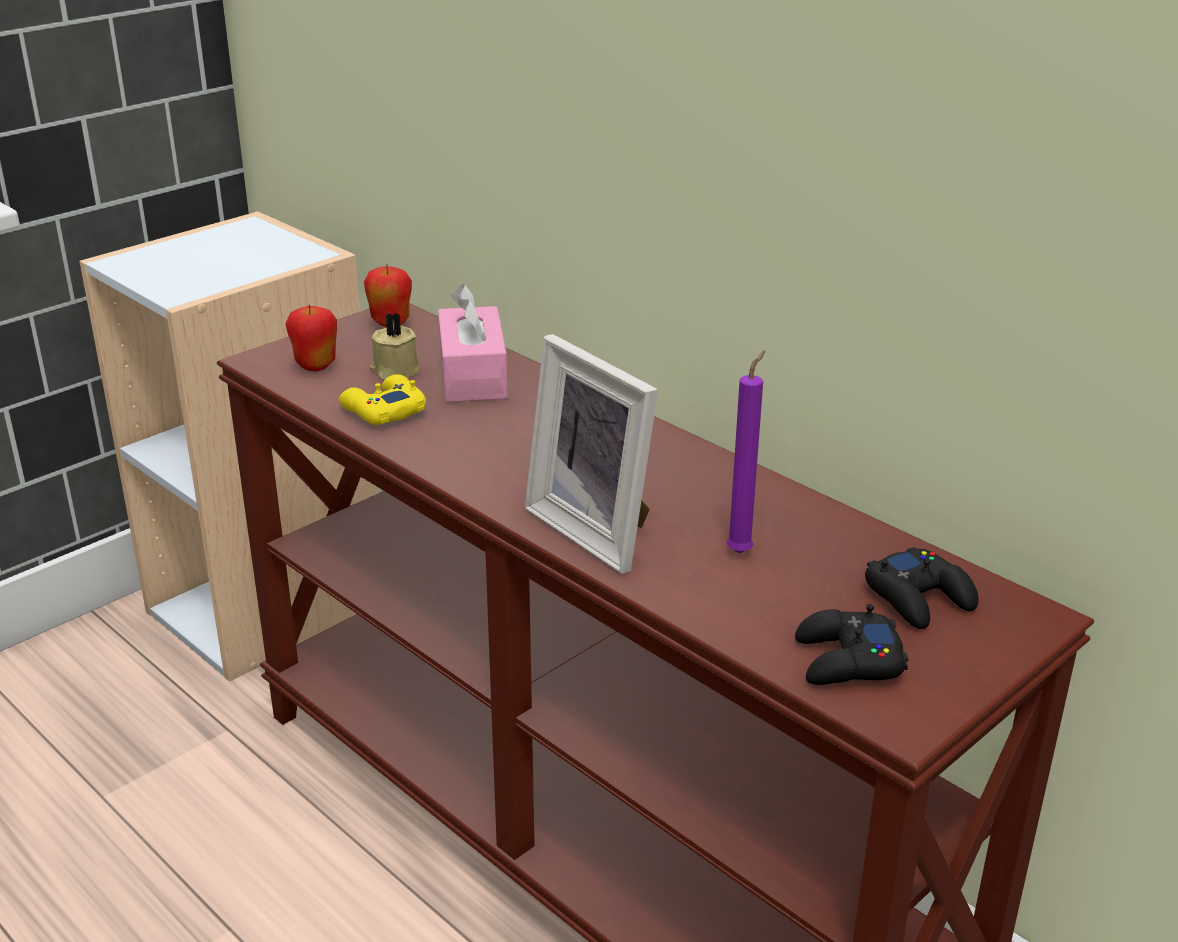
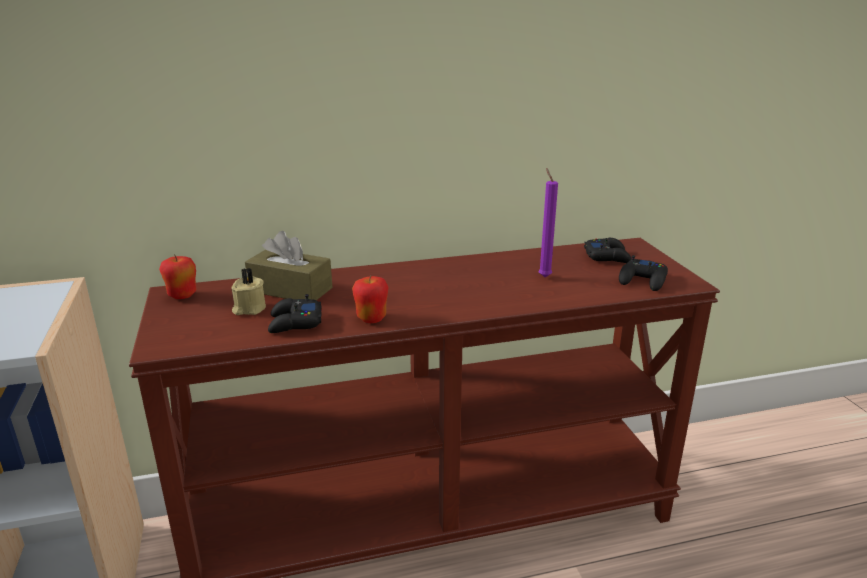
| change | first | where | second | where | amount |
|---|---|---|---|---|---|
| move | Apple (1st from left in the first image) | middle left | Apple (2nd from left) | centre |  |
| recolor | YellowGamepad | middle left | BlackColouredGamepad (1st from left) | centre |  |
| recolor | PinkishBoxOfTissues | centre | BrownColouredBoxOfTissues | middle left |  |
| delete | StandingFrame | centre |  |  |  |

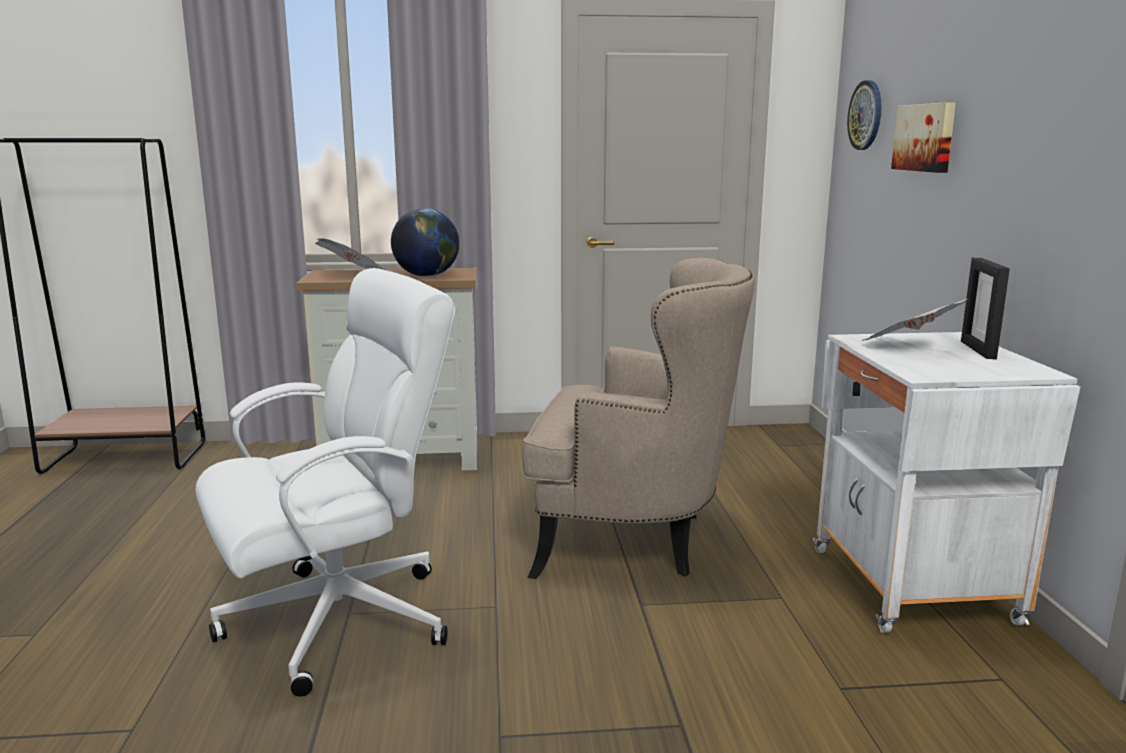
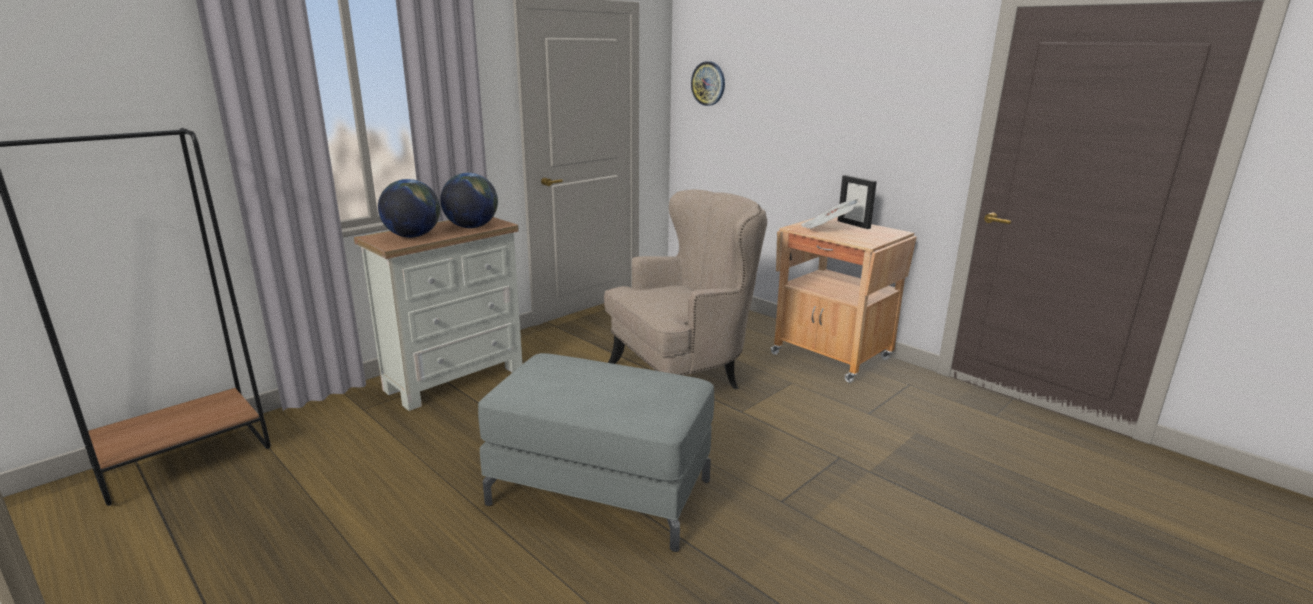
| change | first | where | second | where | amount |
|---|---|---|---|---|---|
| replace | WhiteColouredOfficeChair | middle left | GreyishOttoman | bottom centre |  |
| replace | Newspaper (1st from left) | middle left | WorldGlobe (1st from left) | middle left |  |
| recolor | WhiteColouredWheeledCart | middle right | BrownColouredWheeledCart | centre |  |
| delete | WallArt | top right |  |  |  |

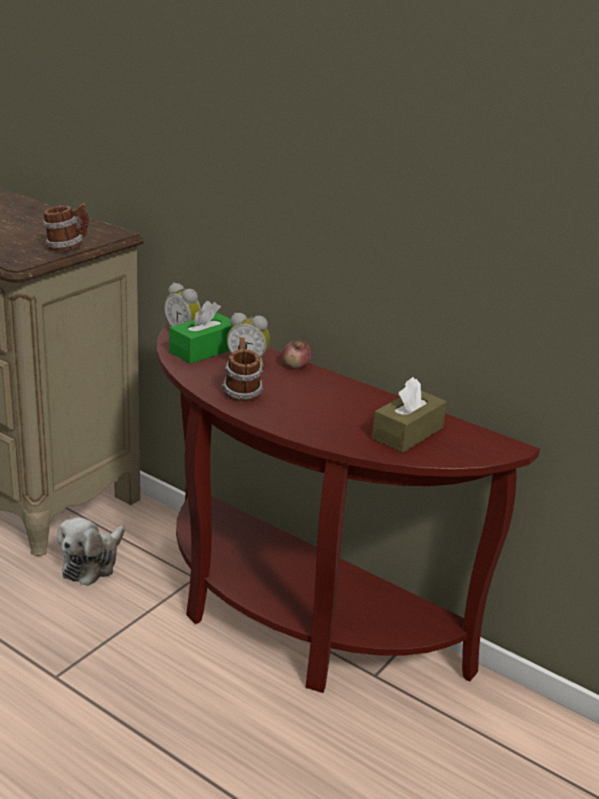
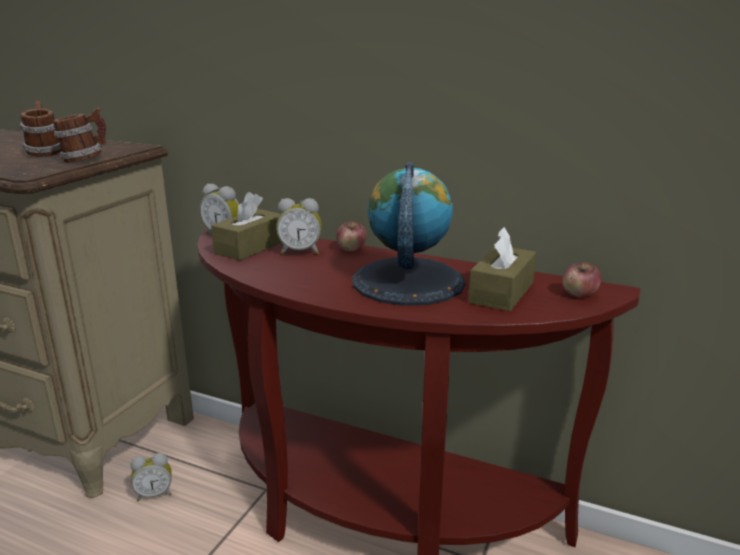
| change | first | where | second | where | amount |
|---|---|---|---|---|---|
| replace | PlushToy | bottom left | TableClock (1st from left) | bottom left |  |
| recolor | GreenColouredBoxOfTissues | centre | BrownColouredBoxOfTissues (1st from left) | middle left |  |
| move | CoffeeMug (2nd from left in the first image) | centre | CoffeeMug (1st from left) | top left |  |
| insert |  |  | WorldGlobe | centre |  |
| insert |  |  | Apple (2nd from left) | middle right |  |

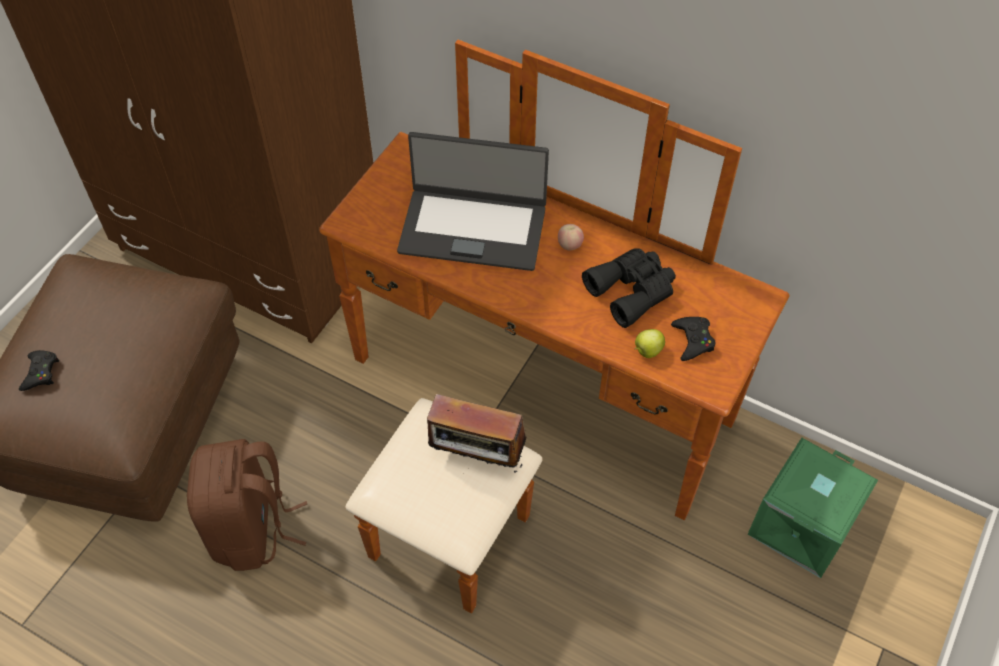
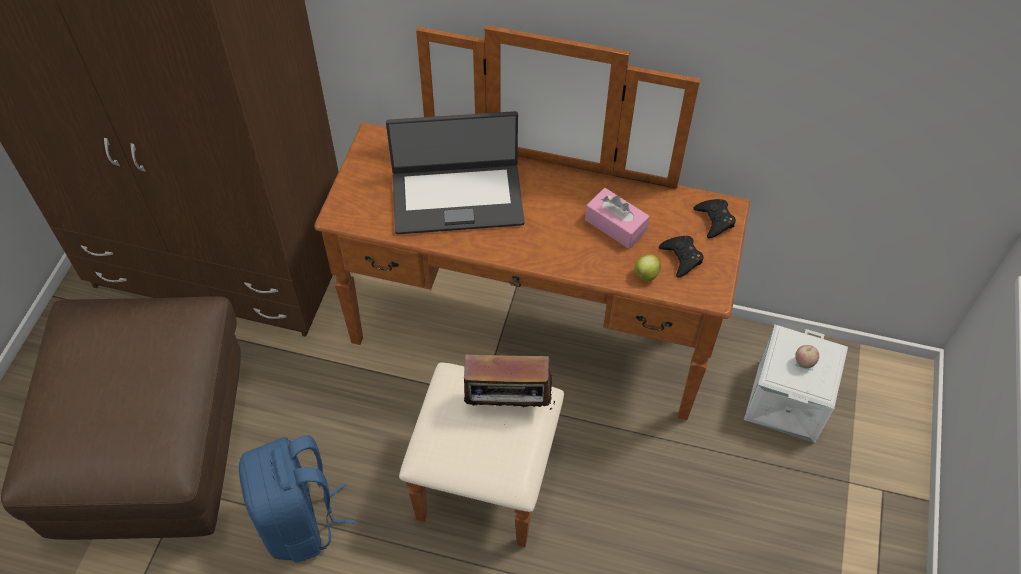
| change | first | where | second | where | amount |
|---|---|---|---|---|---|
| move | BlackColouredGamepad (1st from left in the first image) | middle left | BlackColouredGamepad (2nd from left) | middle right |  |
| recolor | BrownColouredKnapsack | bottom left | BlueColouredKnapsack | bottom left |  |
| move | Apple (1st from left in the first image) | centre | Apple (2nd from left) | middle right |  |
| replace | BlackColouredBinoculars | centre | PinkishBoxOfTissues | centre |  |
| recolor | GreenColouredStorageContainer | bottom right | WhiteColouredStorageContainer | bottom right |  |

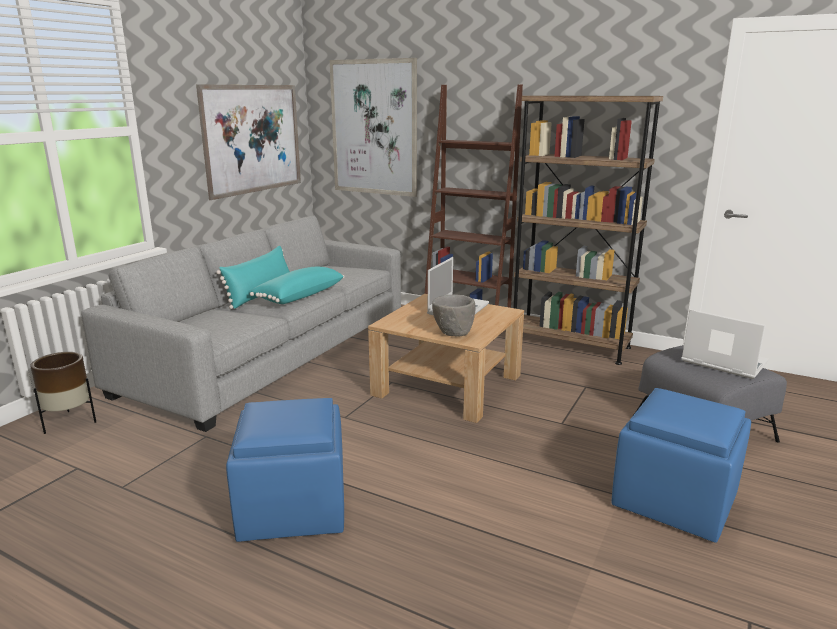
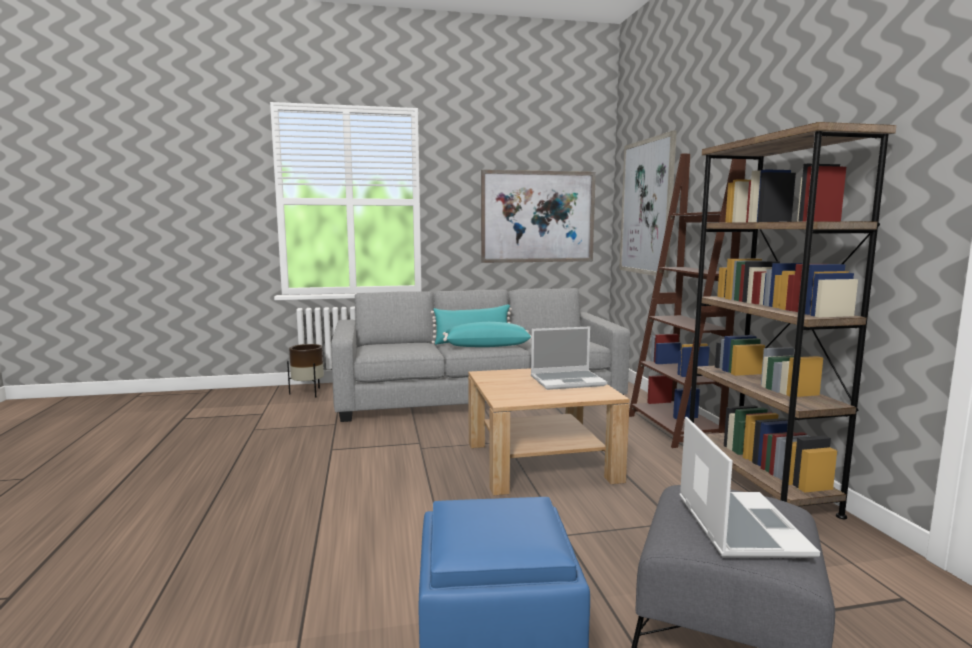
| change | first | where | second | where | amount |
|---|---|---|---|---|---|
| delete | BlueColouredOttoman (1st from left) | bottom centre |  |  |  |
| delete | GreyishDeepDish | centre |  |  |  |

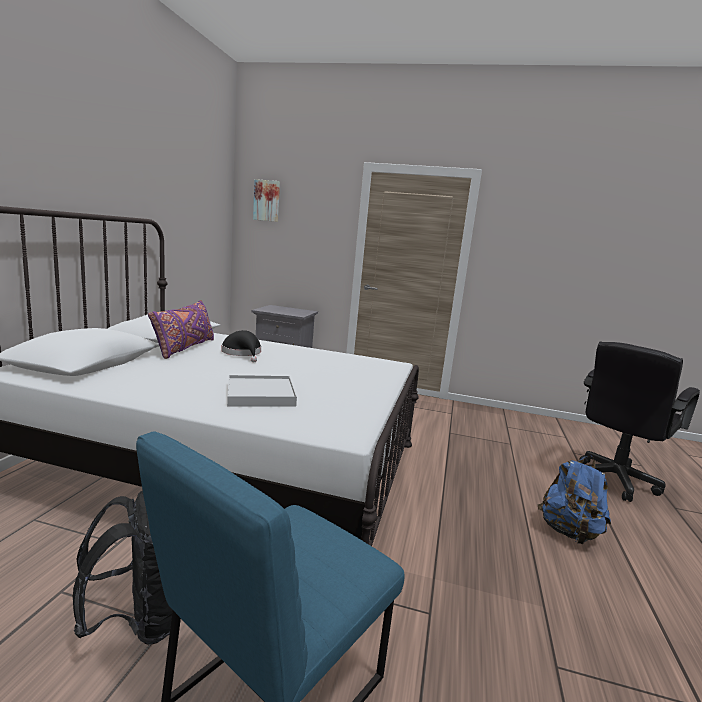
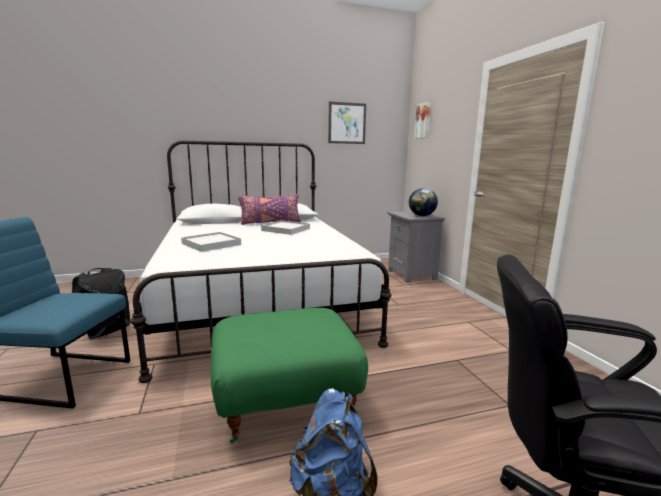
| change | first | where | second | where | amount |
|---|---|---|---|---|---|
| replace | BlackColouredClothingHat | centre | WhiteColouredCarryingTray (2nd from left) | centre |  |
| insert |  |  | GreenColouredOttoman | bottom centre |  |
| insert |  |  | WallArt (1st from left) | top centre |  |
| insert |  |  | WorldGlobe | centre |  |

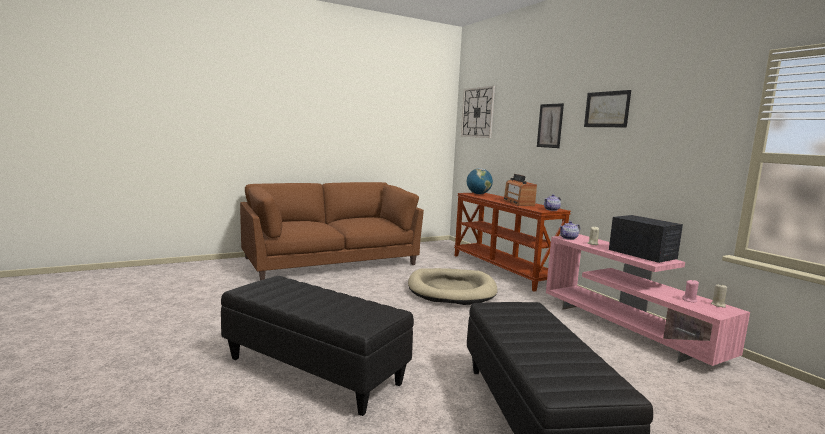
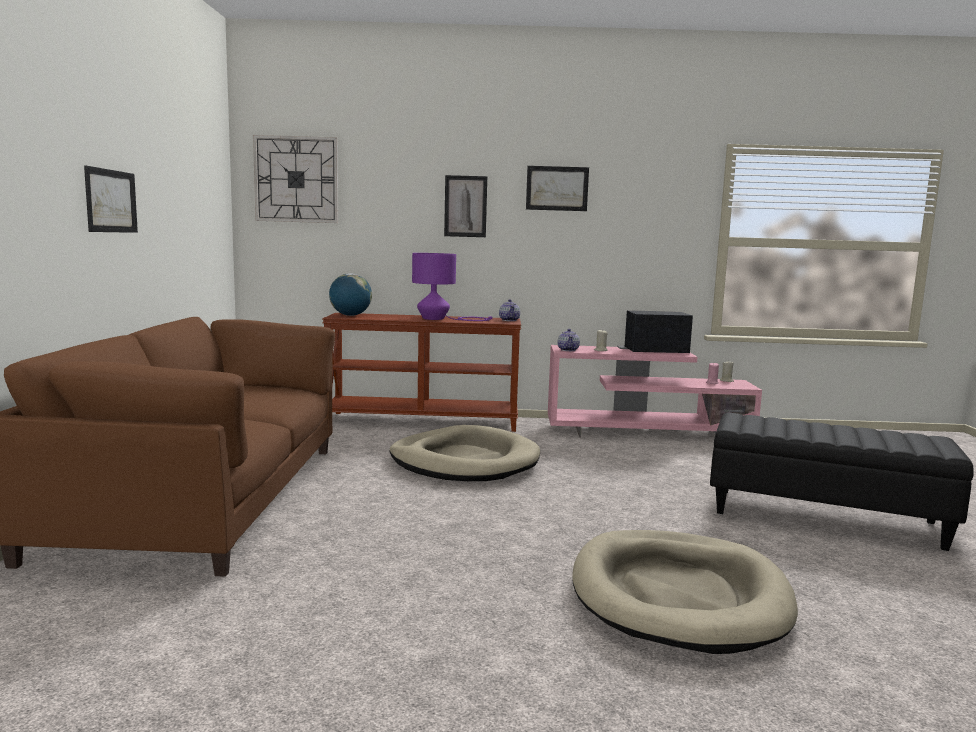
| change | first | where | second | where | amount |
|---|---|---|---|---|---|
| replace | BlackColouredOttoman (1st from left) | bottom centre | BeigePetBed (2nd from left) | bottom right |  |
| replace | Radio (1st from left) | centre | PurplishTableLamp | centre |  |
| insert |  |  | WallArt (1st from left) | top left |  |

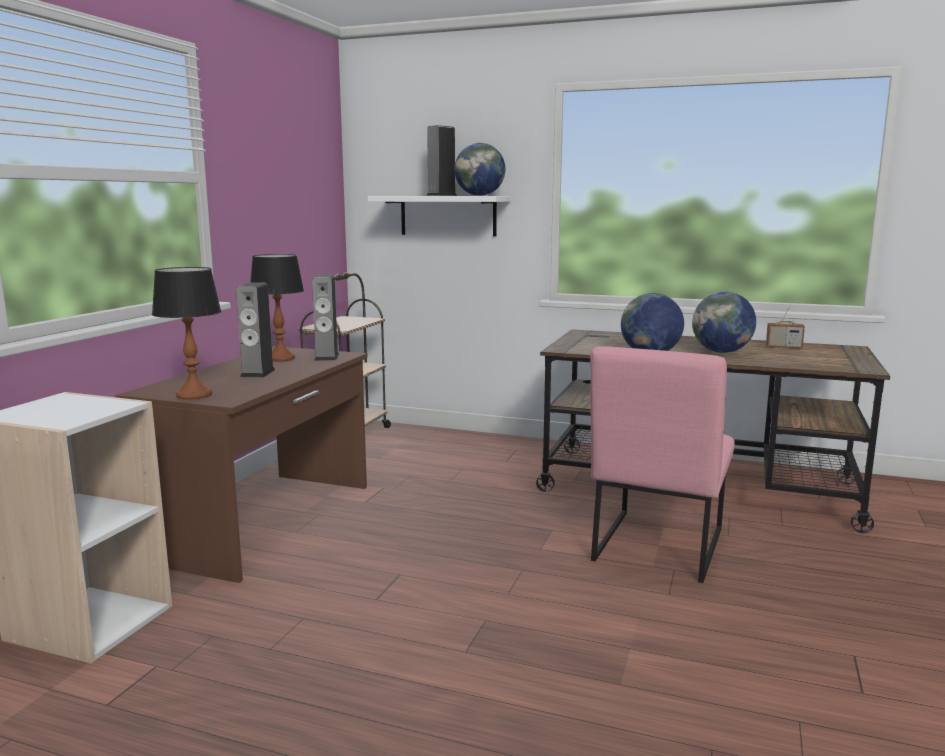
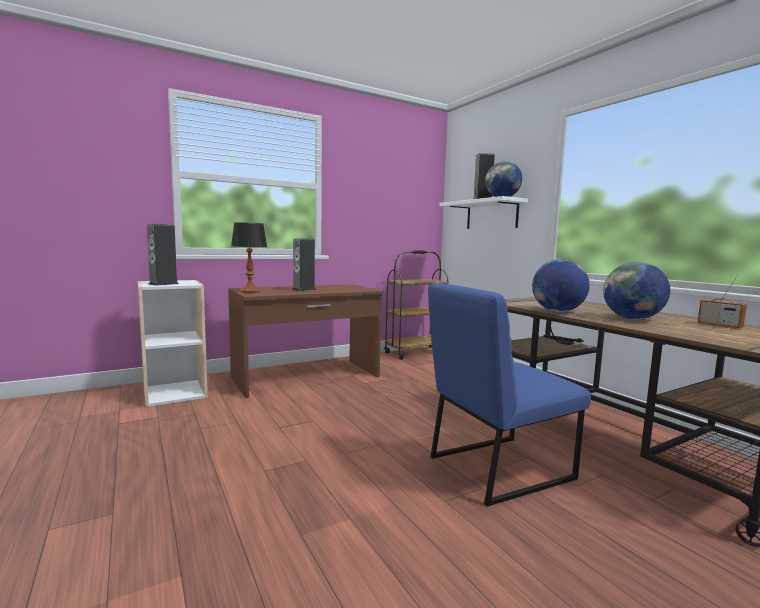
| change | first | where | second | where | amount |
|---|---|---|---|---|---|
| delete | TableLamp (2nd from left) | middle left |  |  |  |
| move | Loudspeaker (2nd from left in the first image) | centre | Loudspeaker (1st from left) | middle left |  |
| recolor | PinkishUprightChair | middle right | BlueColouredUprightChair | middle right |  |

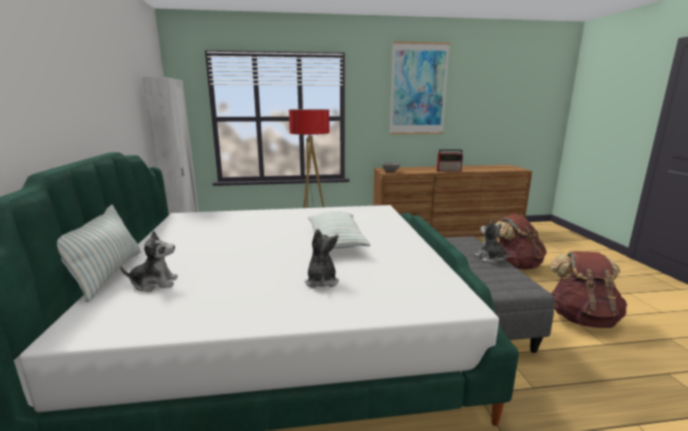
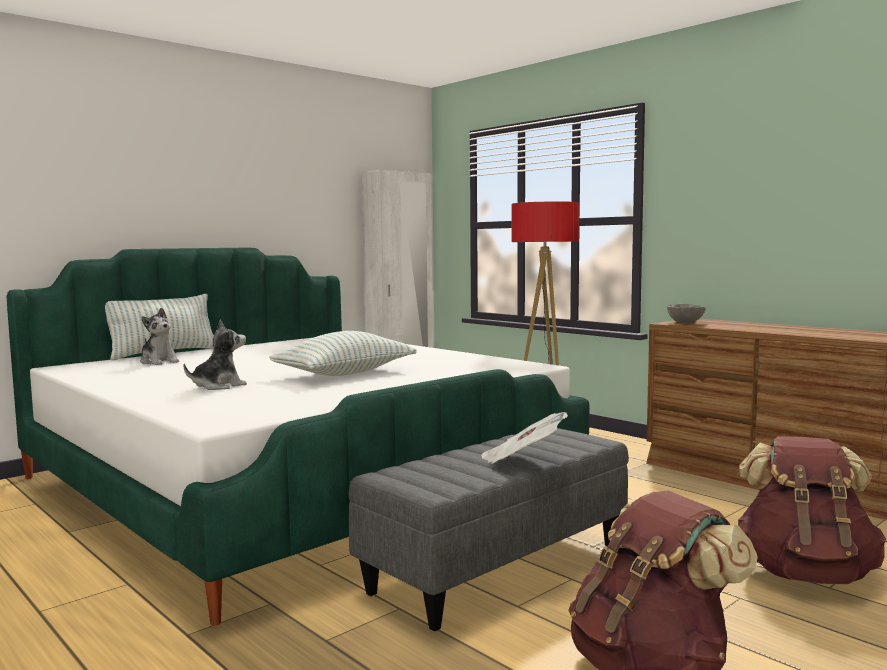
| change | first | where | second | where | amount |
|---|---|---|---|---|---|
| delete | WallArt | top centre |  |  |  |
| delete | Radio | centre |  |  |  |
| replace | PlushToy (3rd from left) | middle right | Newspaper | centre |  |

